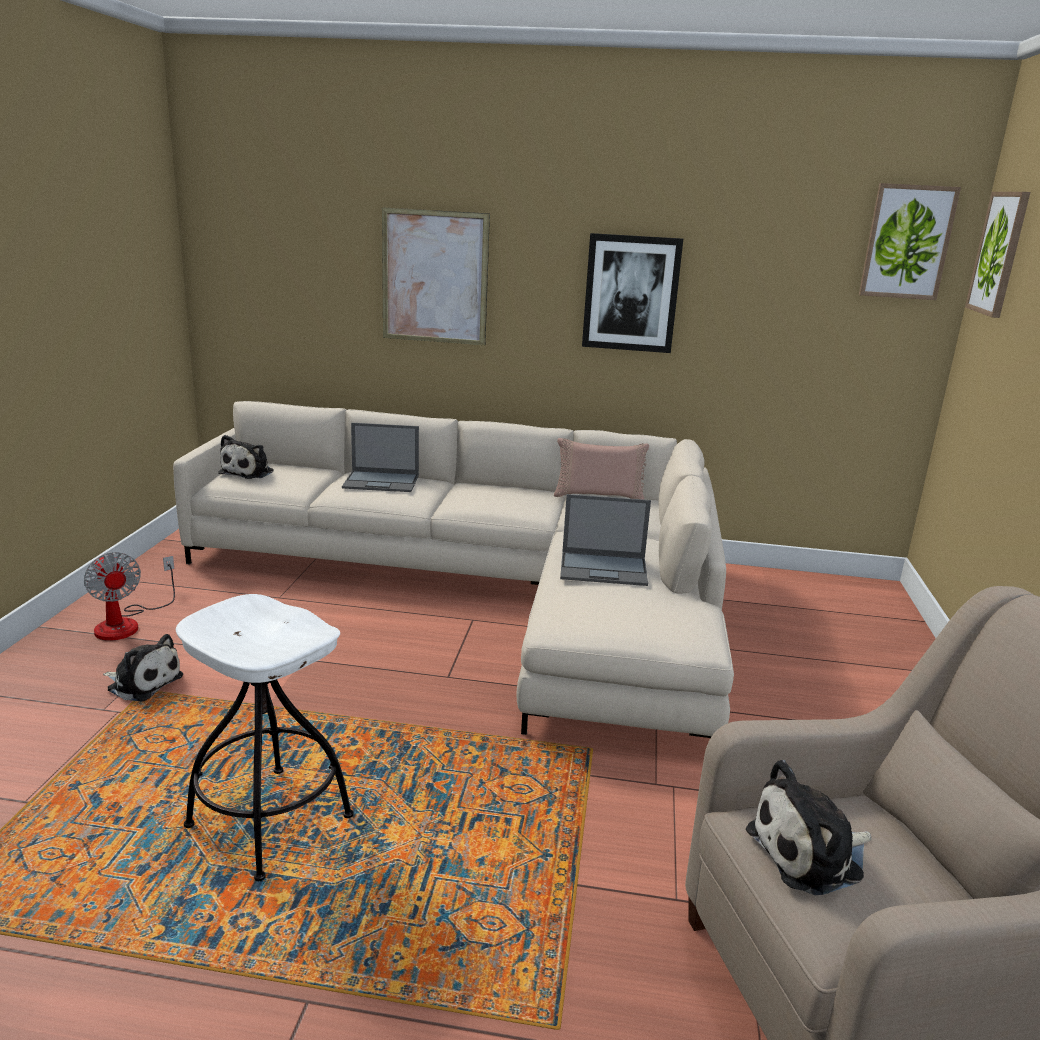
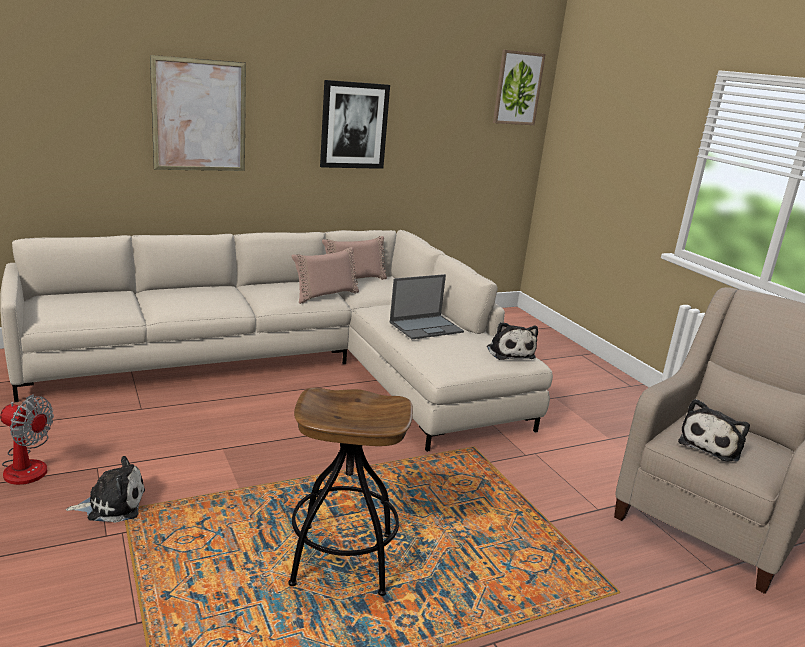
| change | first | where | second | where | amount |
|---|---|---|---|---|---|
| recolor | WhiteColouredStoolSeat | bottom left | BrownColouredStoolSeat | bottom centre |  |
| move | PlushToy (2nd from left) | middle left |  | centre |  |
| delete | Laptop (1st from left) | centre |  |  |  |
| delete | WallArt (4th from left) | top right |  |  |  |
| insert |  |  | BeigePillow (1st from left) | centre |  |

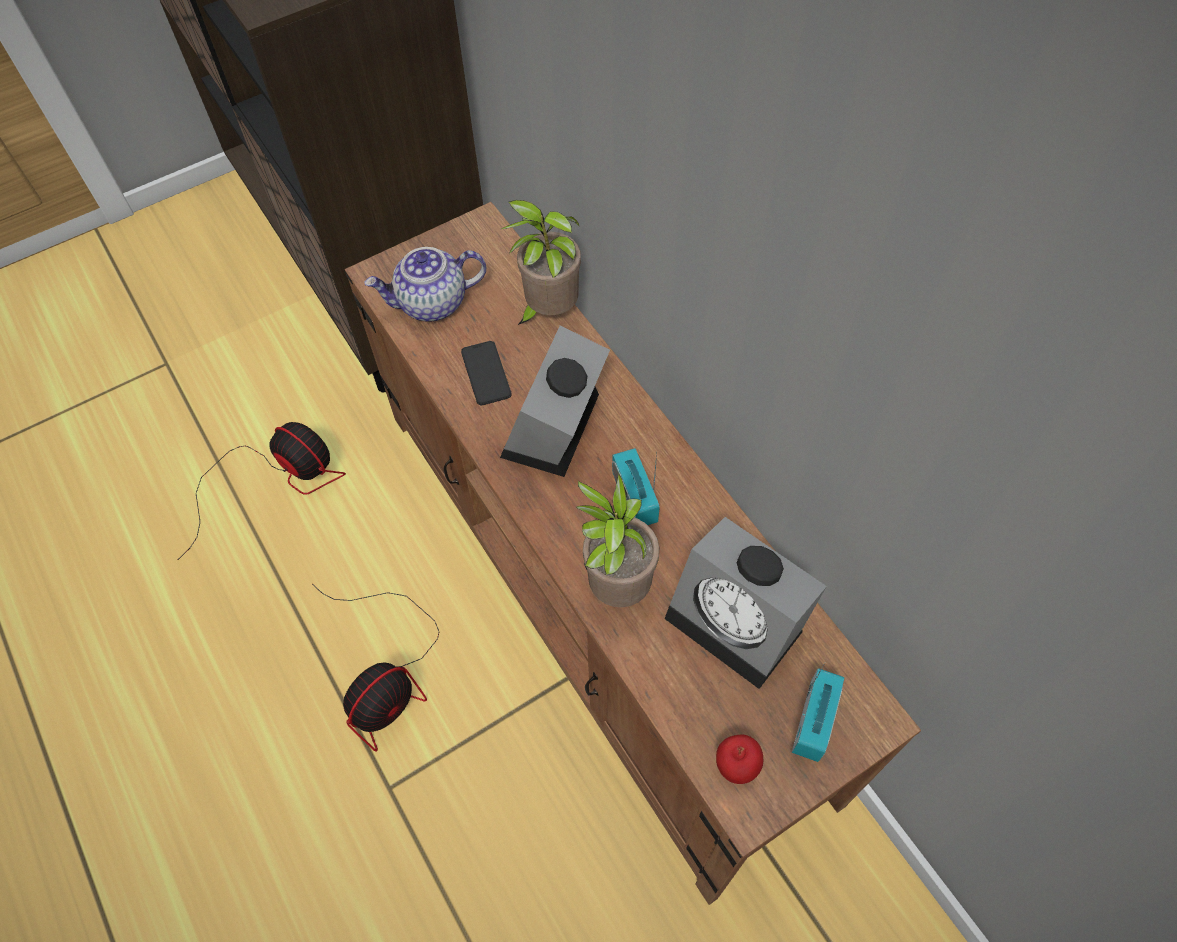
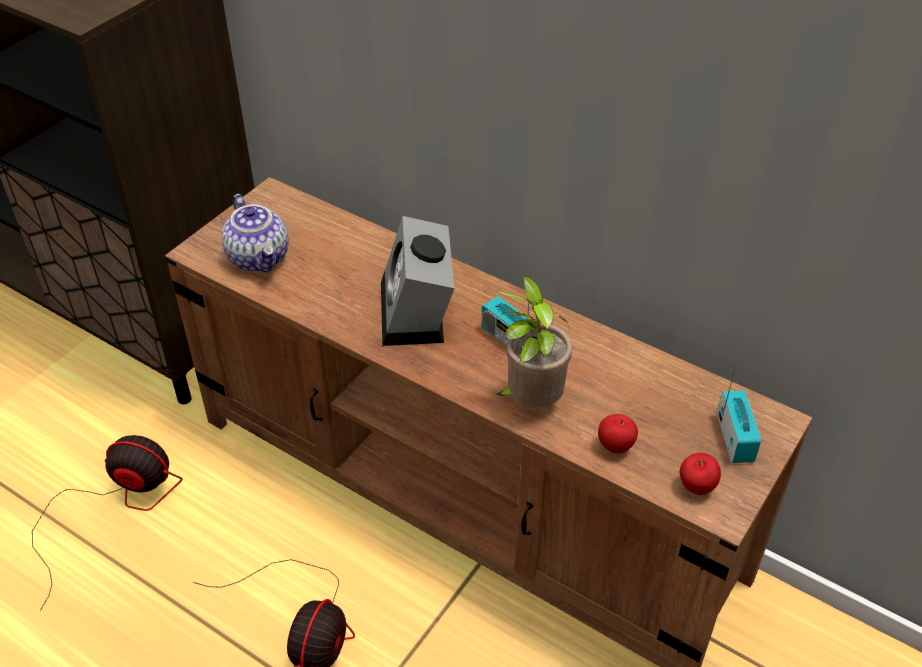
| change | first | where | second | where | amount |
|---|---|---|---|---|---|
| rotate | Teapot | top centre |  | middle left | 75 degrees counterclockwise |
| delete | Phone | centre |  |  |  |
| delete | Houseplant (1st from left) | top centre |  |  |  |
| delete | TableClock (2nd from left) | centre |  |  |  |
| insert |  |  | Apple (1st from left) | middle right |  |

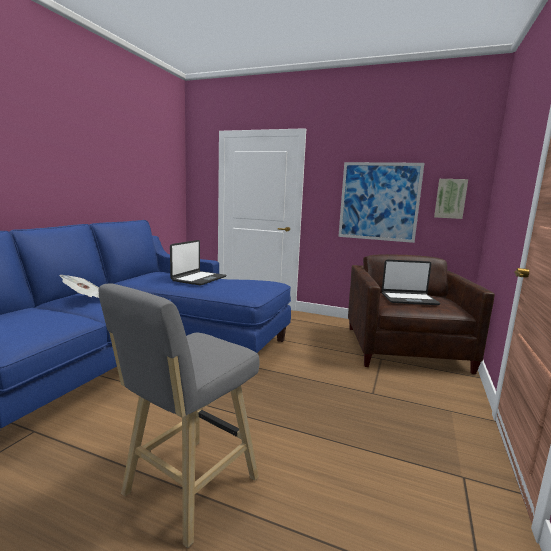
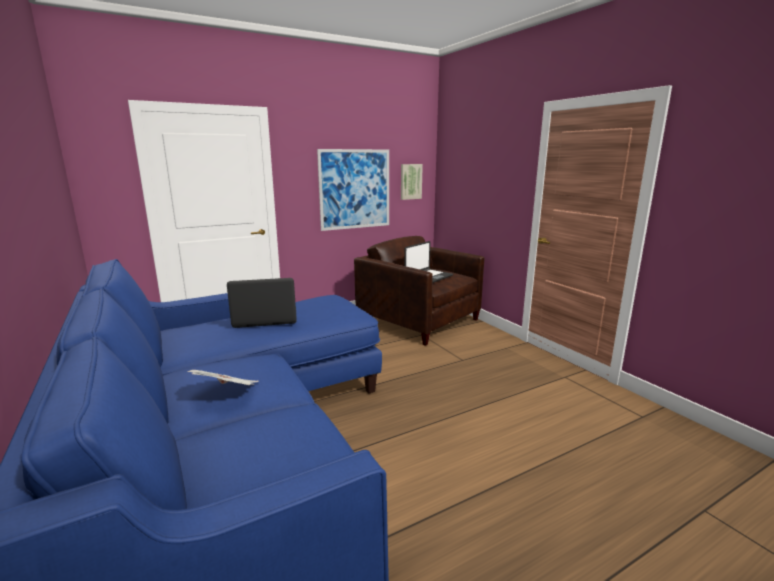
| change | first | where | second | where | amount |
|---|---|---|---|---|---|
| delete | GreyishStoolSeat | bottom left |  |  |  |
| rotate | Laptop (1st from left) | centre |  | centre | 75 degrees counterclockwise |

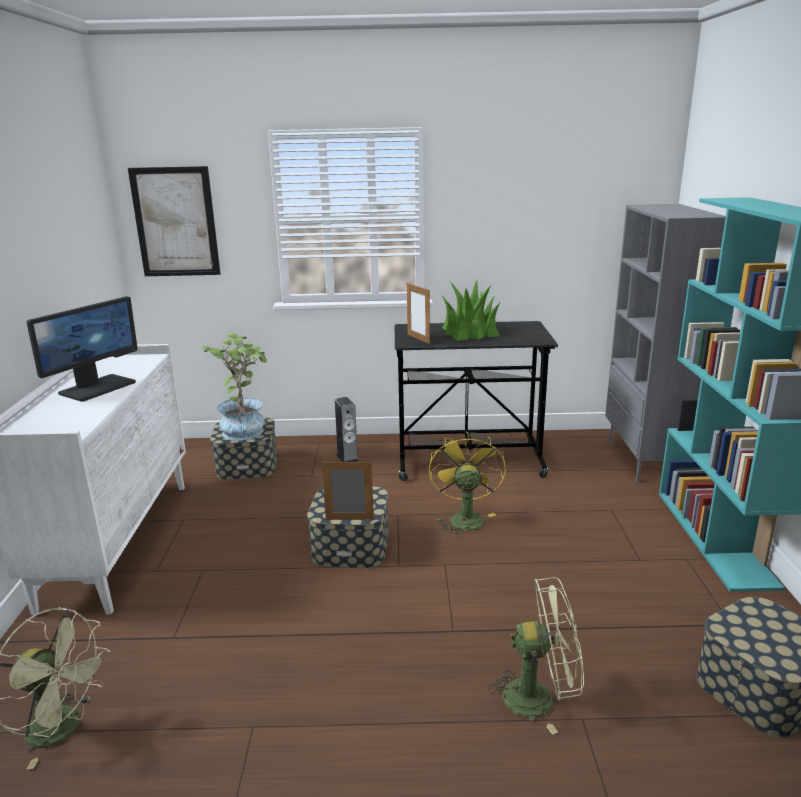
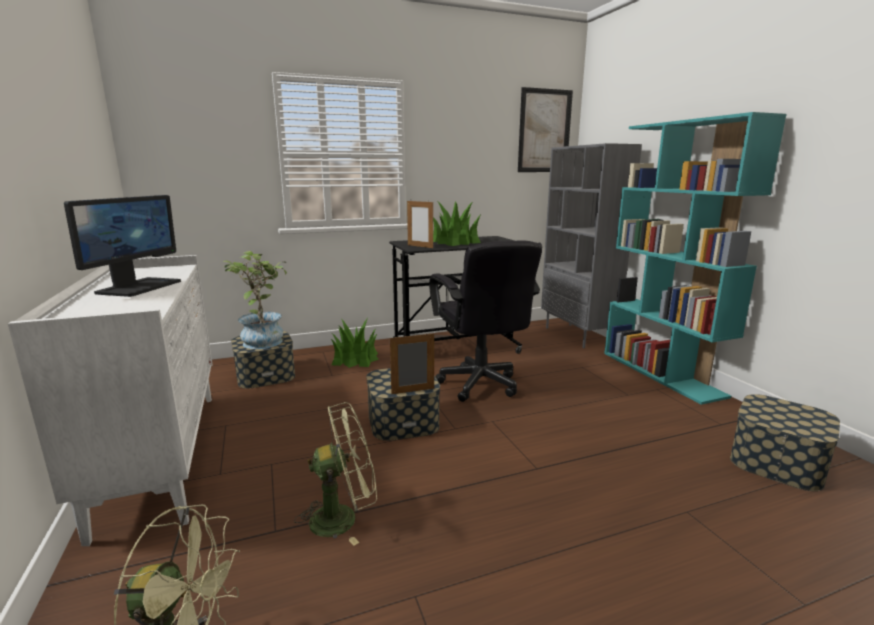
| change | first | where | second | where | amount |
|---|---|---|---|---|---|
| move | WallArt | top left |  | top centre |  |
| replace | Loudspeaker | centre | Houseplant (2nd from left) | centre |  |
| replace | YellowCoolingFan | centre | BlackColouredOfficeChair | centre |  |
| move | GreenColouredCoolingFan (2nd from left) | bottom right |  | bottom centre |  |

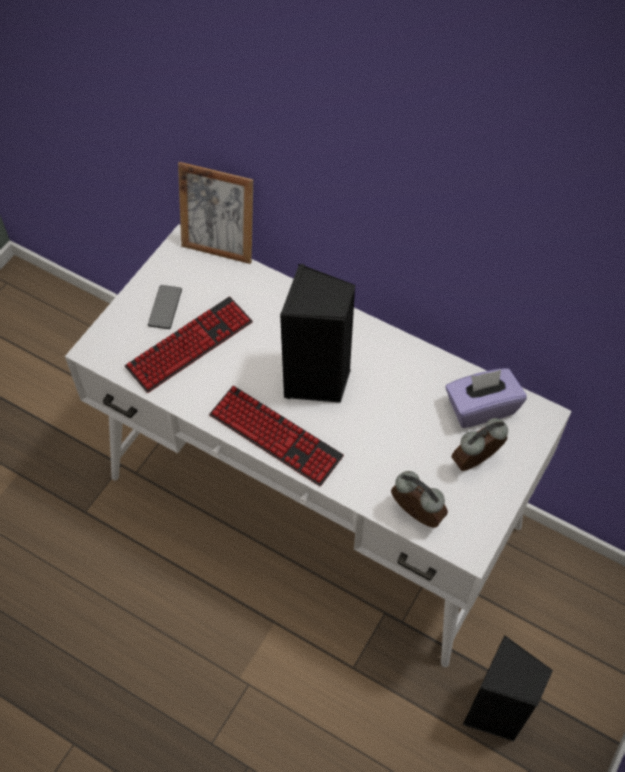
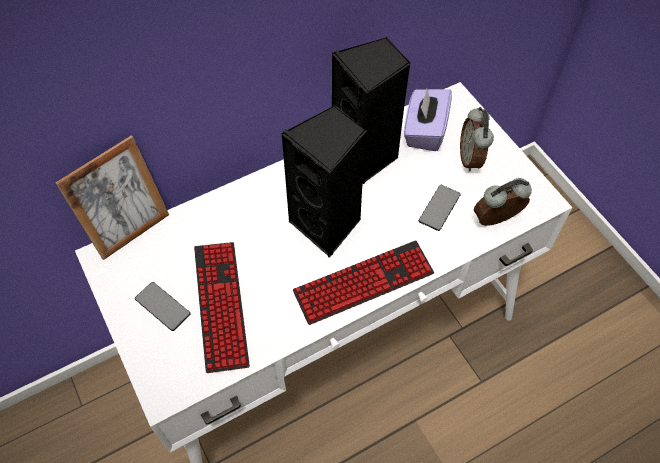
| change | first | where | second | where | amount |
|---|---|---|---|---|---|
| move | BlackColouredLoudspeaker (2nd from left) | bottom right |  | top centre |  |
| insert |  |  | Phone (2nd from left) | middle right |  |

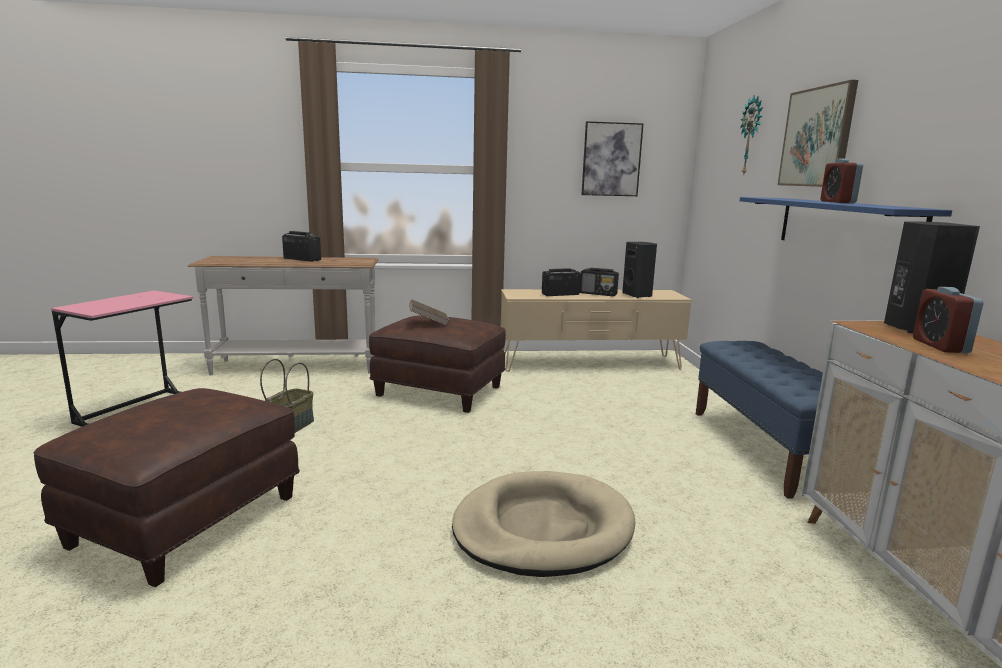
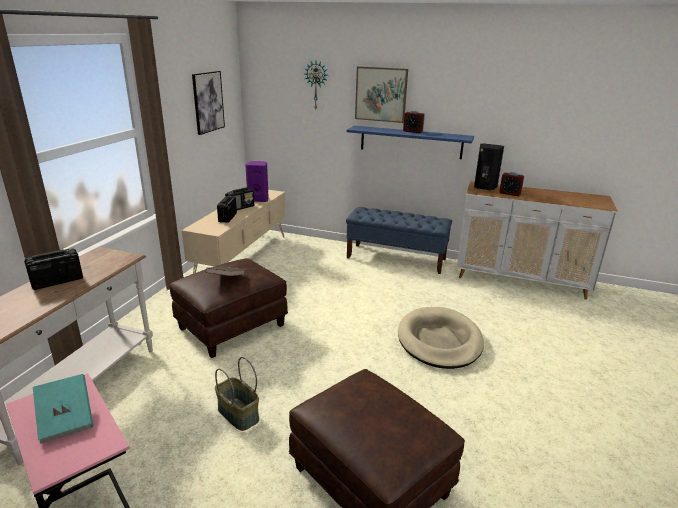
| change | first | where | second | where | amount |
|---|---|---|---|---|---|
| recolor | BlackColouredLoudspeaker (1st from left) | centre | PurplishLoudspeaker | centre |  |
| insert |  |  | TurquoiseColouredBook | bottom left |  |

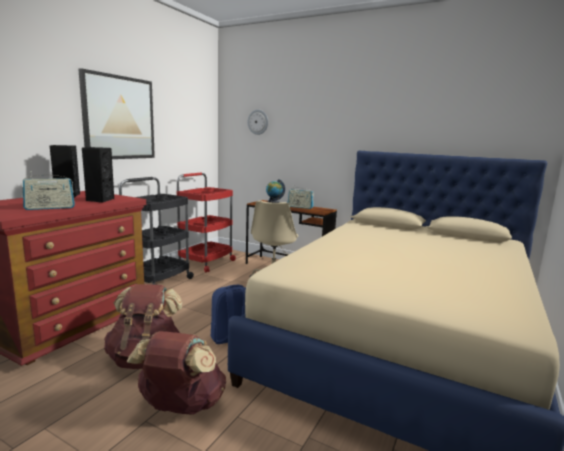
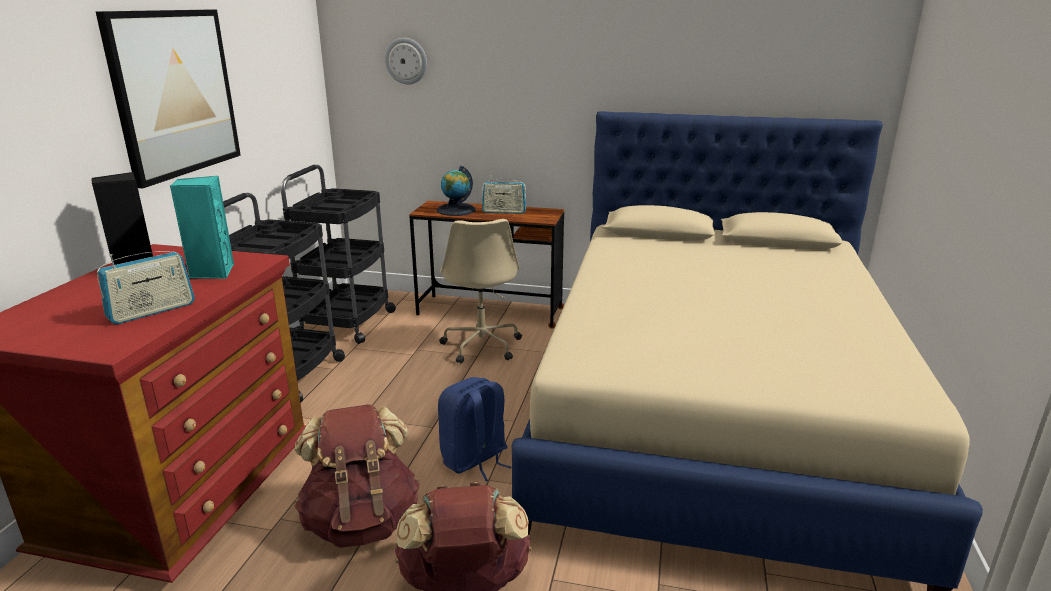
| change | first | where | second | where | amount |
|---|---|---|---|---|---|
| recolor | BlackColouredLoudspeaker (2nd from left) | middle left | TurquoiseColouredLoudspeaker | middle left |  |
| recolor | RedColouredWheeledCart | centre | BlackColouredWheeledCart (2nd from left) | middle left |  |

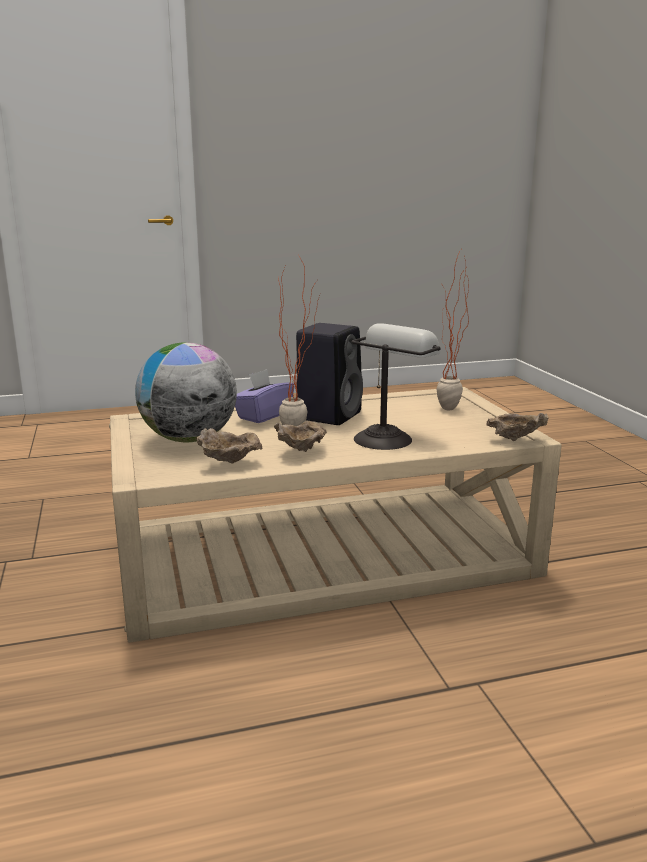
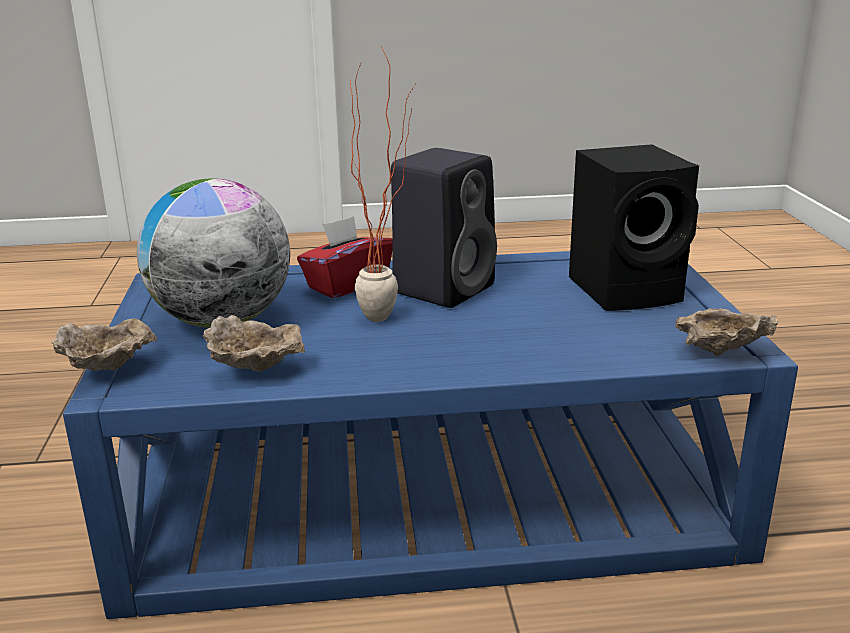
| change | first | where | second | where | amount |
|---|---|---|---|---|---|
| recolor | BeigeLoungeTable | centre | BlueColouredLoungeTable | bottom centre |  |
| recolor | PurplishBoxOfTissues | centre | RedColouredBoxOfTissues | centre |  |
| move | BeigeDeepDish (2nd from left in the first image) | centre | BeigeDeepDish (1st from left) | middle left |  |
| delete | TableLamp | centre |  |  |  |
| replace | Houseplant (2nd from left) | middle right | BlackColouredLoudspeaker (2nd from left) | middle right |  |

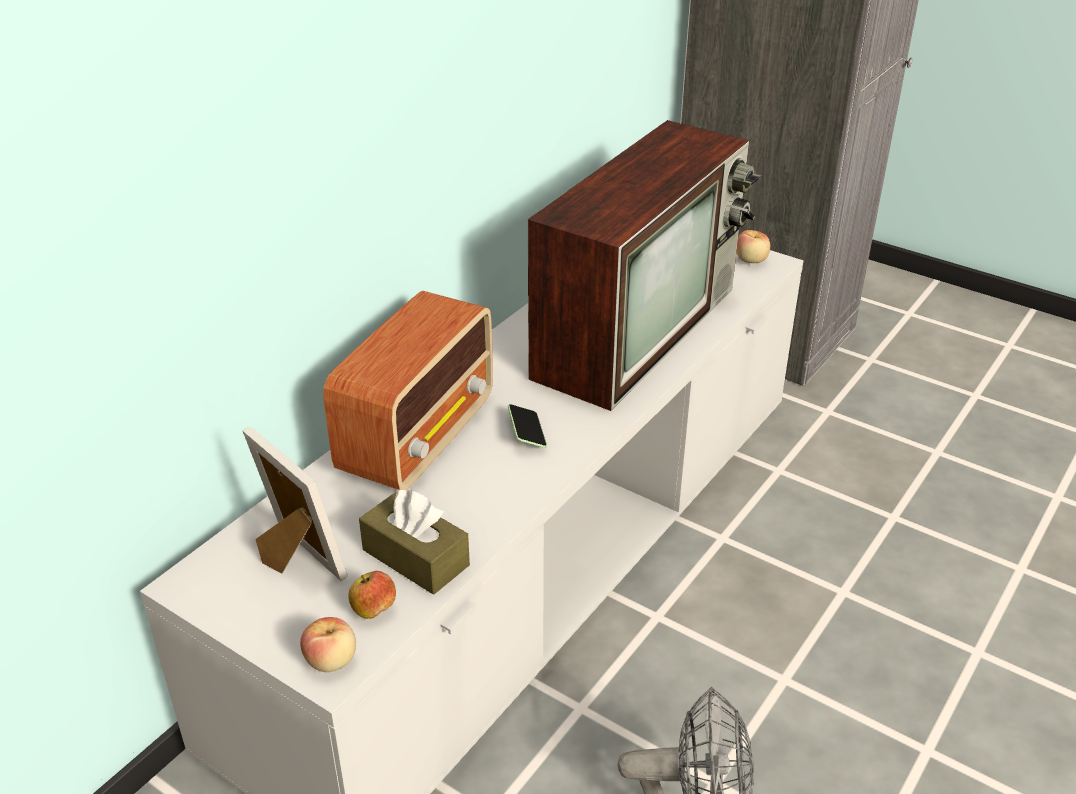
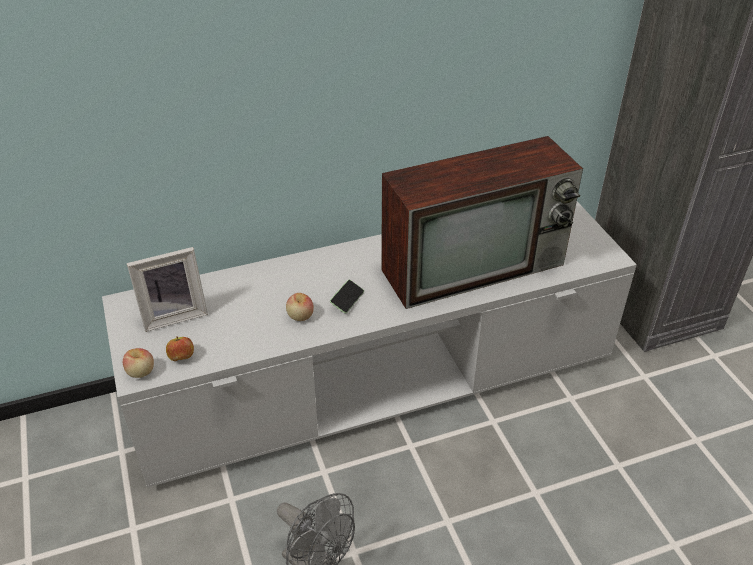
| change | first | where | second | where | amount |
|---|---|---|---|---|---|
| rotate | StandingFrame | middle left |  | middle left | 75 degrees clockwise |
| delete | Radio | centre |  |  |  |
| delete | BrownColouredBoxOfTissues | bottom centre |  |  |  |
| move | Apple (3rd from left) | top right |  | centre |  |

